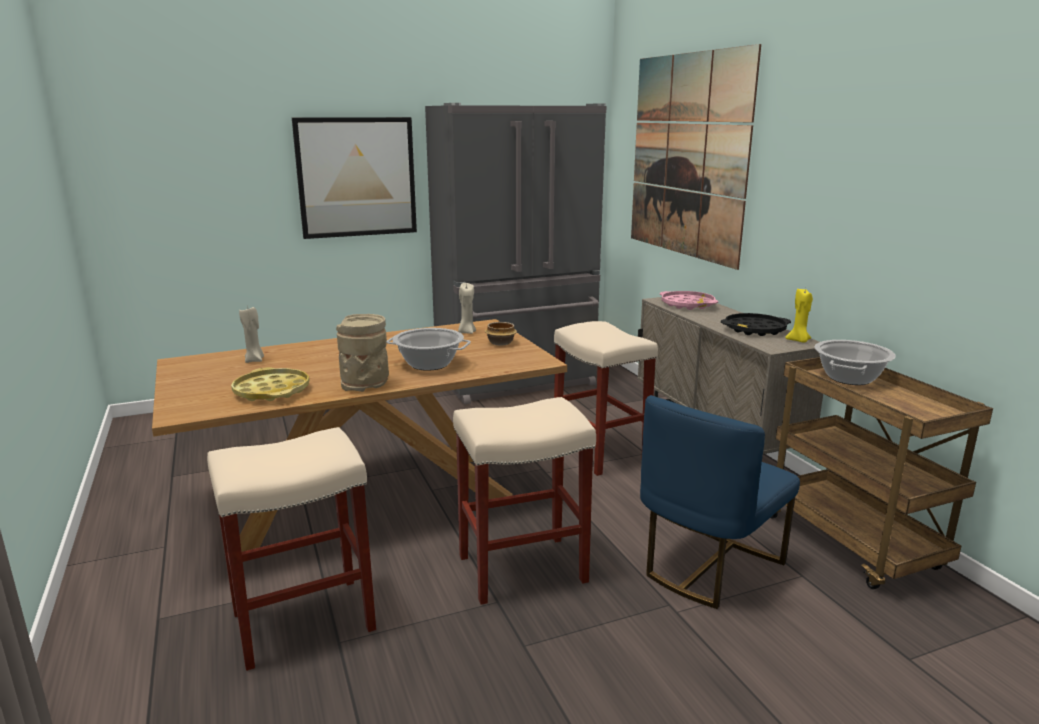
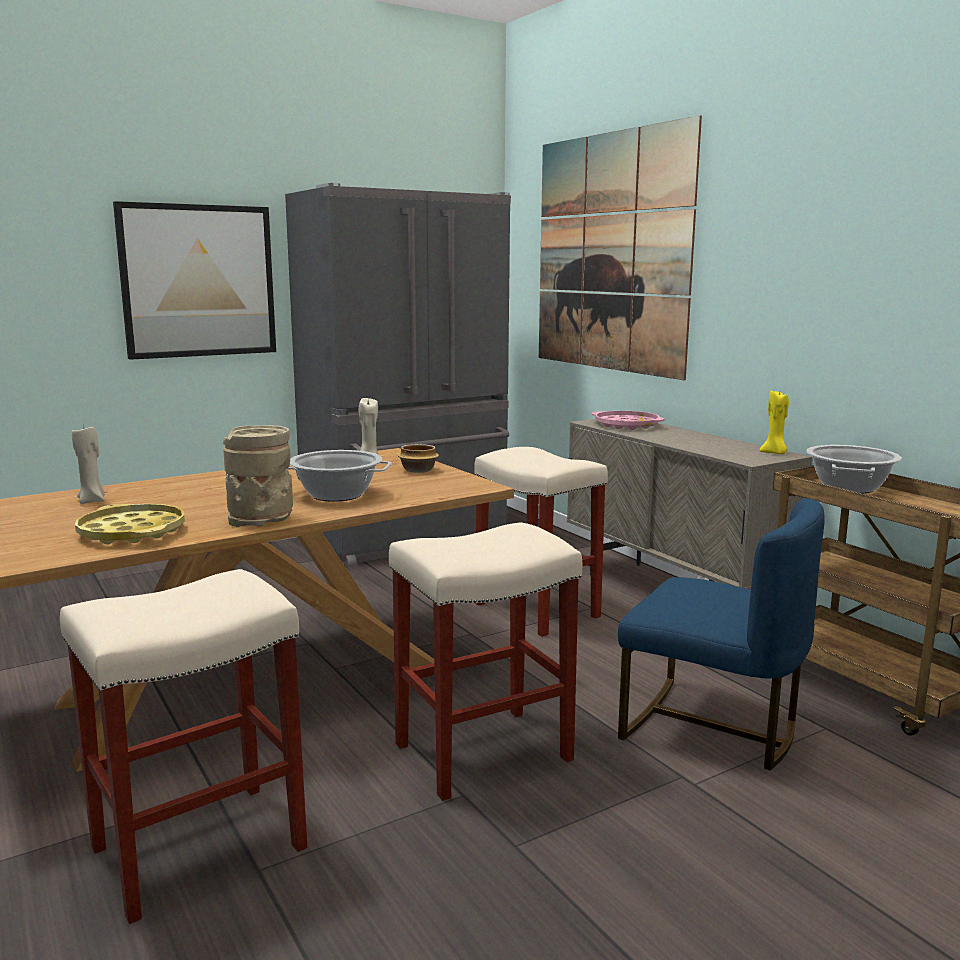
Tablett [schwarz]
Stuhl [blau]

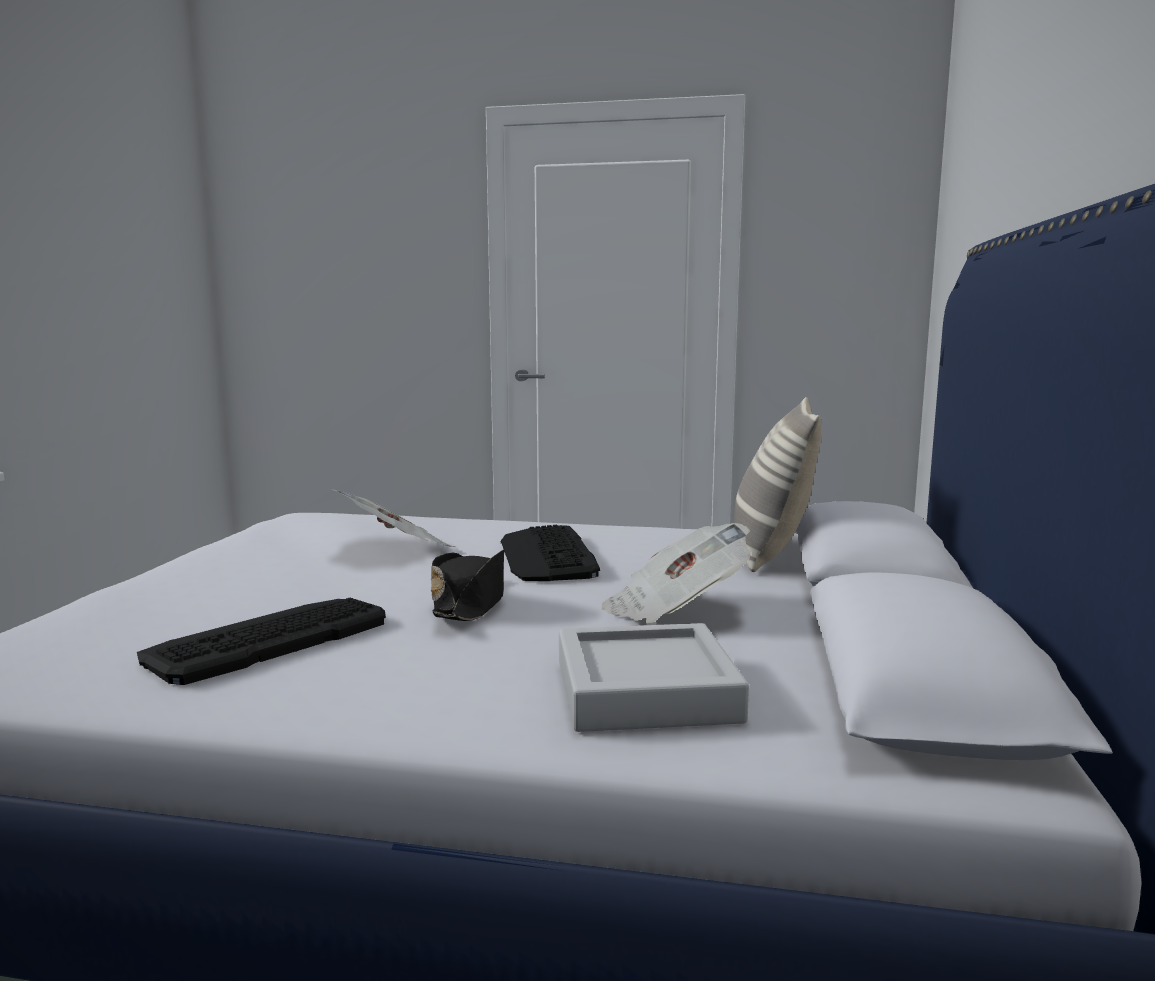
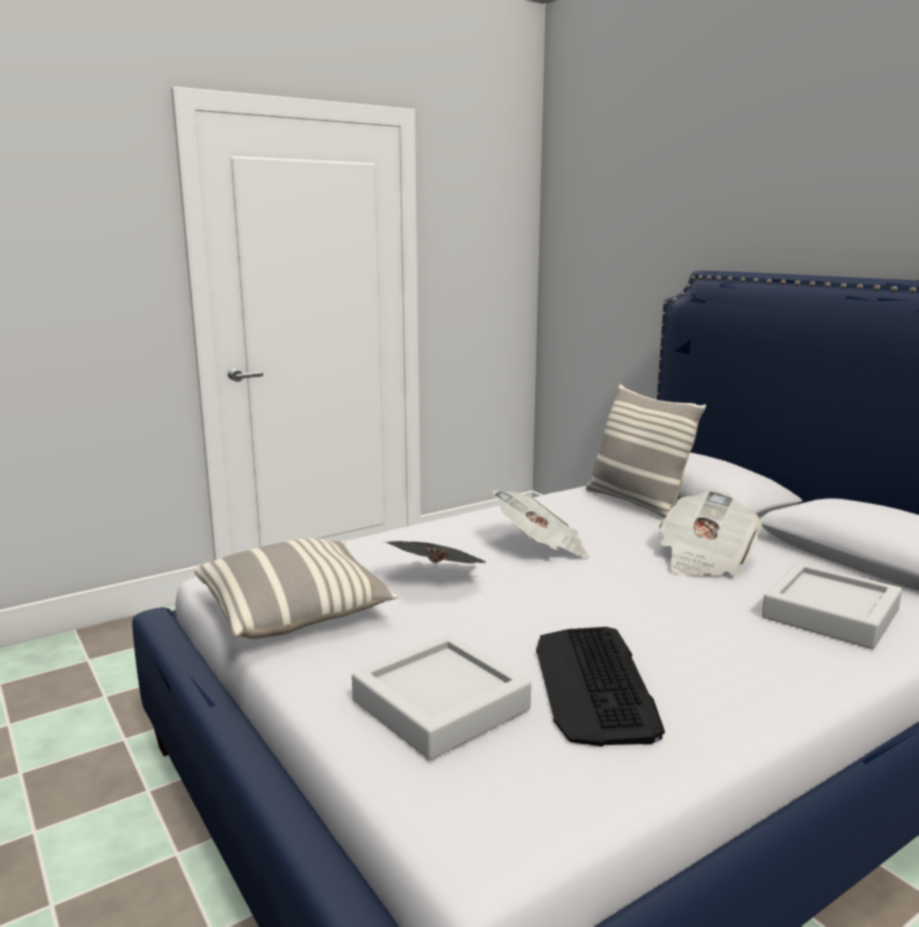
Hut [schwarz]
Kissen (1st from left)
Tablett [grau] (1st from left)
Zeitung (2nd from left)

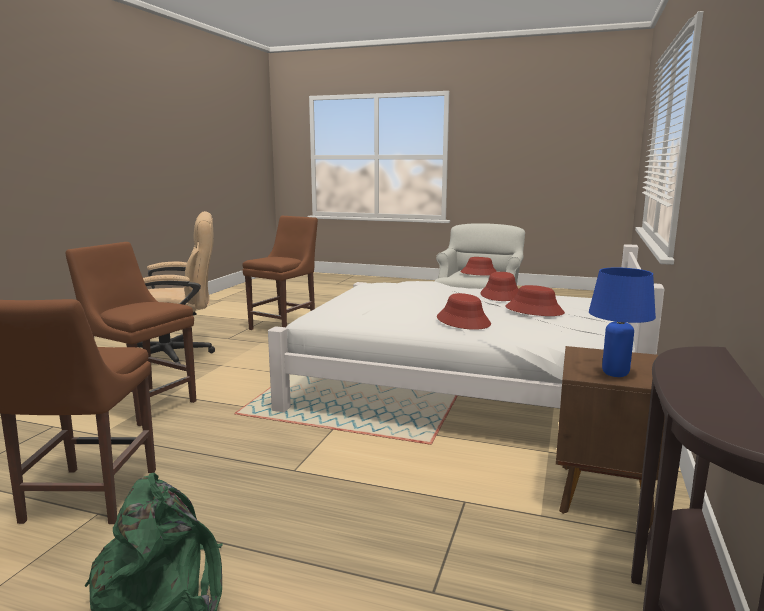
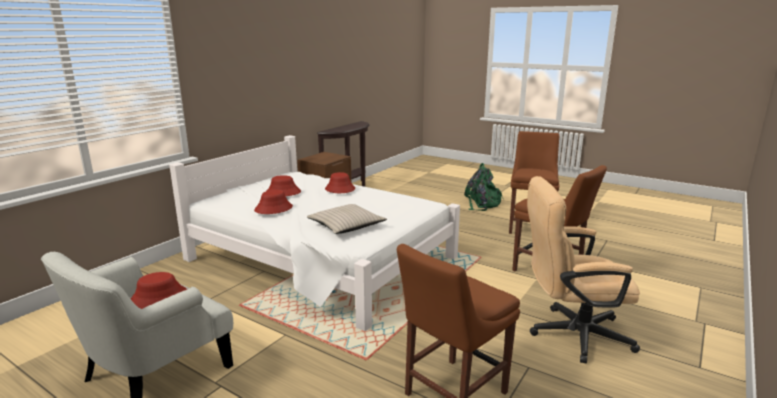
Tischlampe [blau]
Kissen [beige]

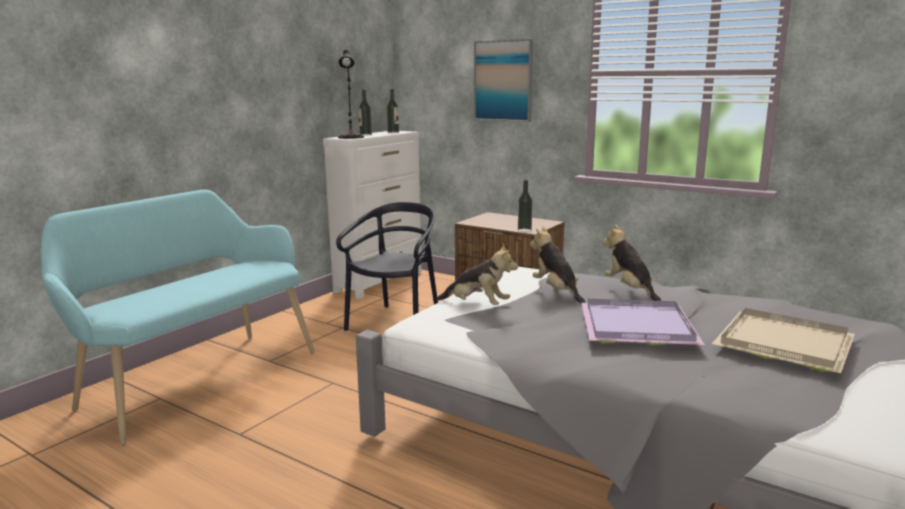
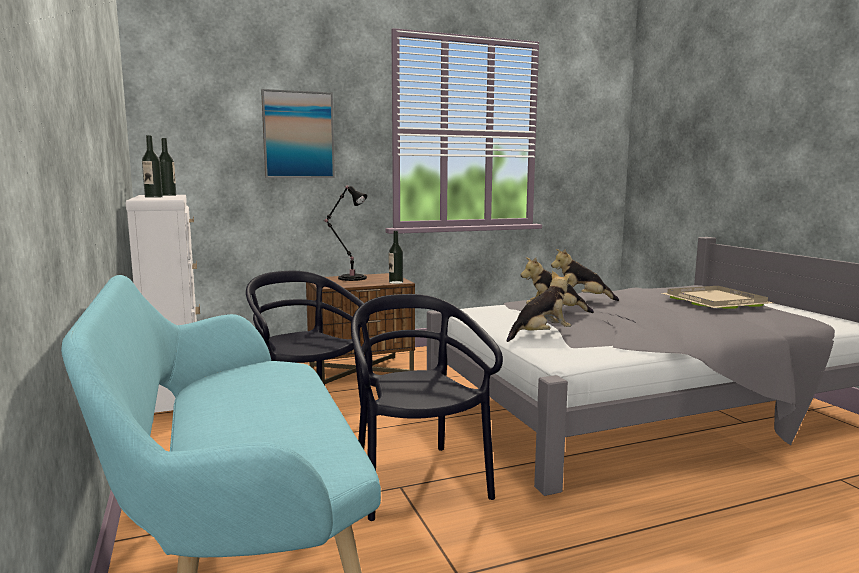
Tablett [lila]
Stuhl [schwarz] (2nd from left)
Tischlampe [schwarz]

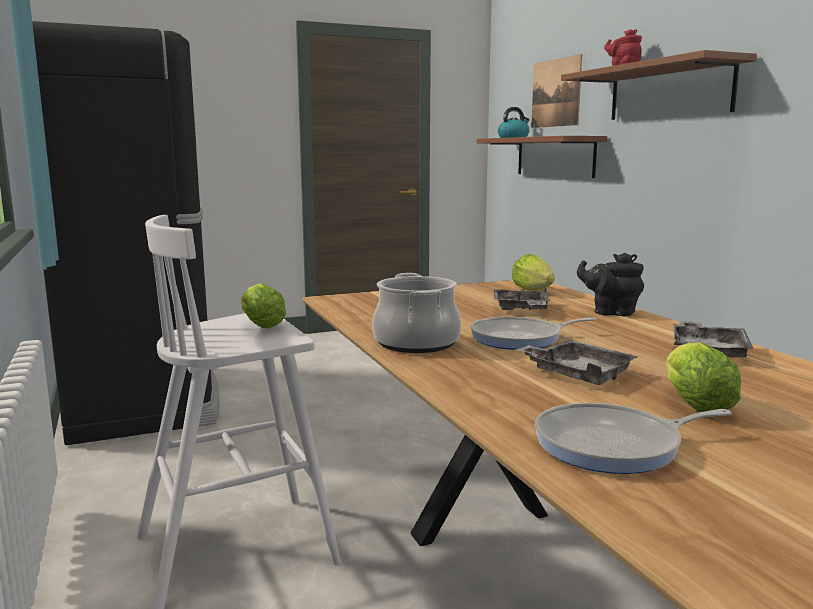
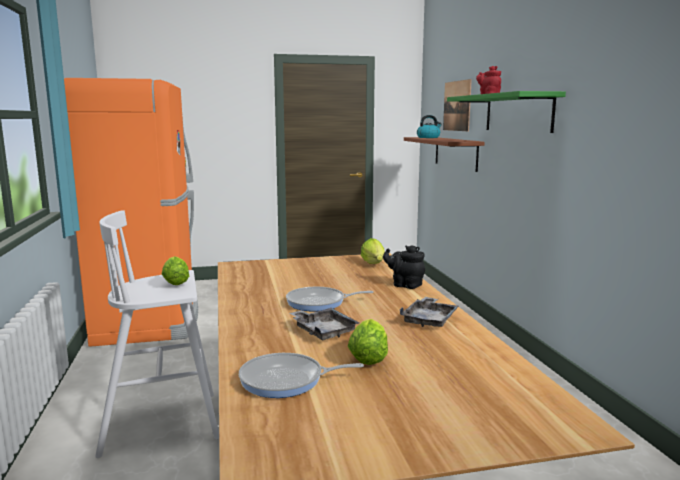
Kochtopf
Tablett [grau] (1st from left in the first image)
Kühlschrank [orange]
Wandregal [grün]

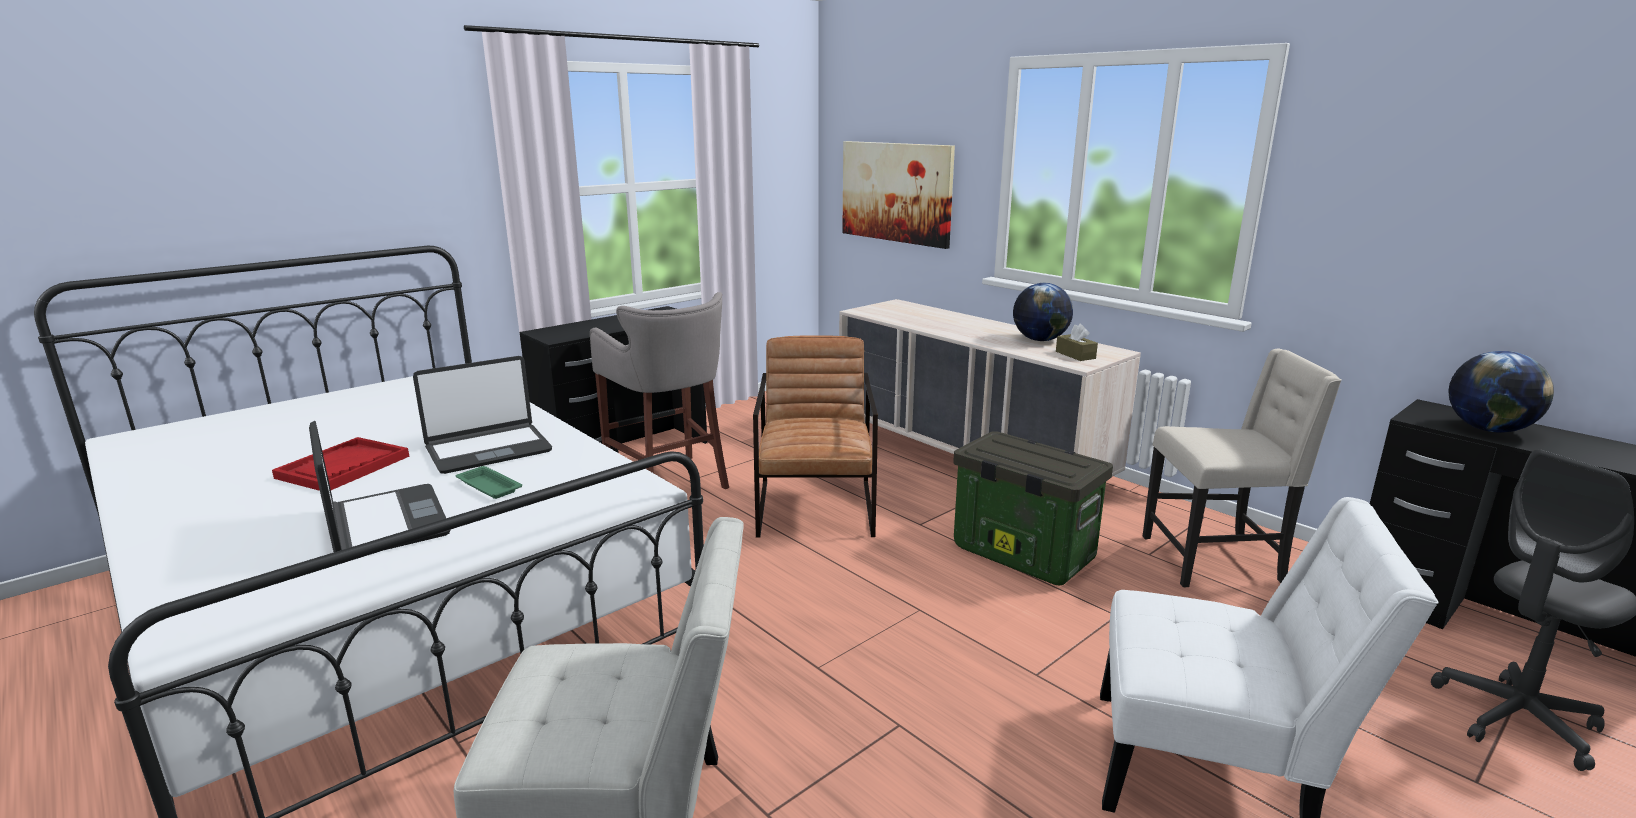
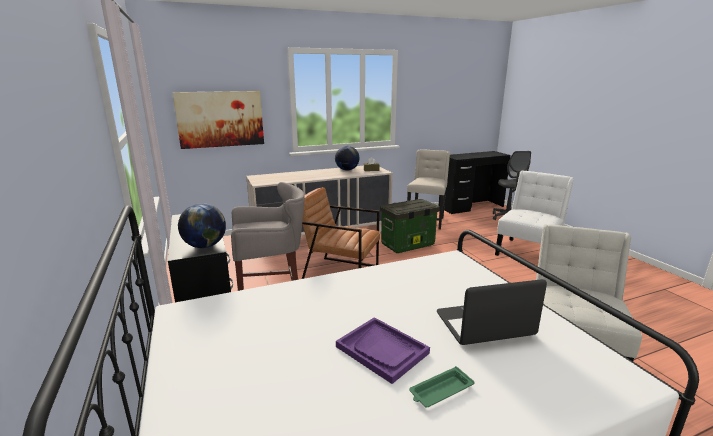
Laptop (2nd from left in the first image)
Tablett [grün]
Globus (1st from left)
Tablett [lila]

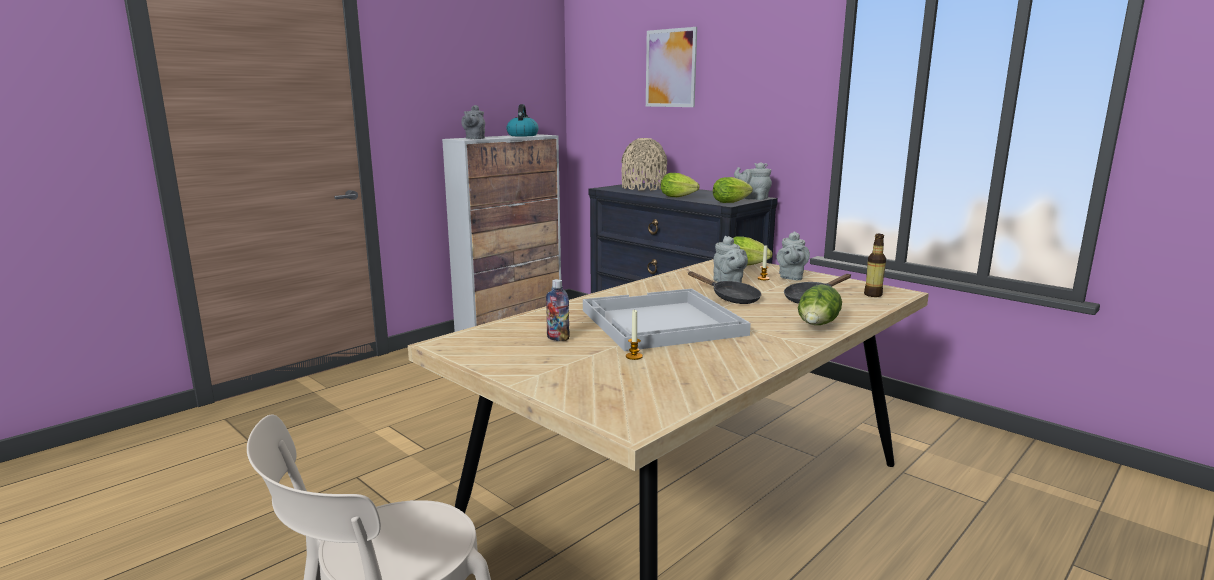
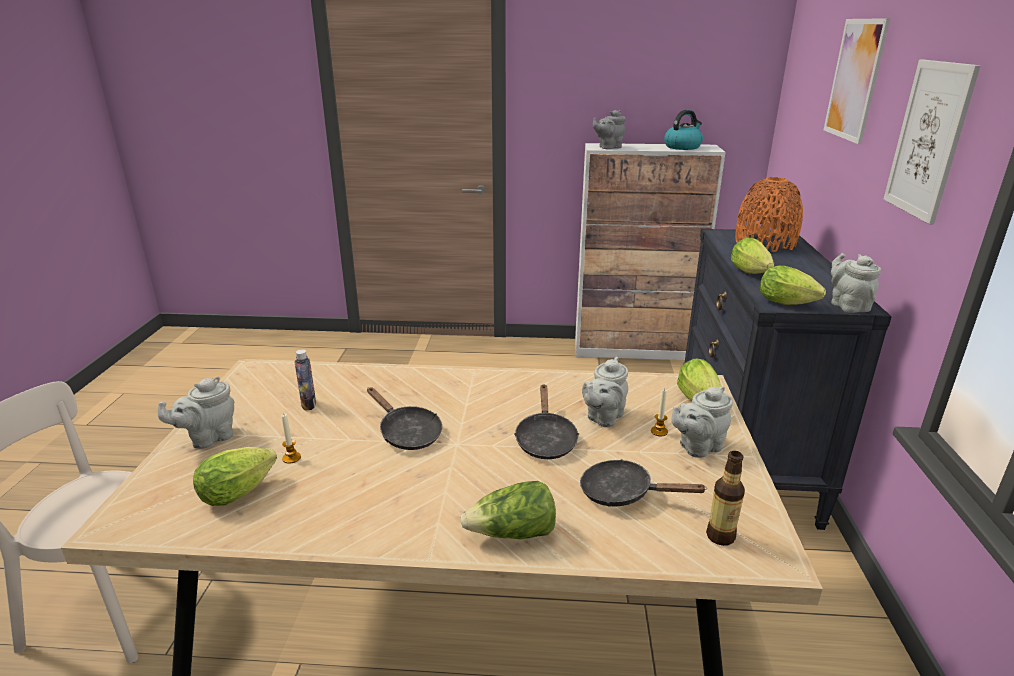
Teekanne [grau] (1st from left)
Salatkopf (1st from left)
Bild (2nd from left)
Pfanne [schwarz] (1st from left)
Vase [orange]

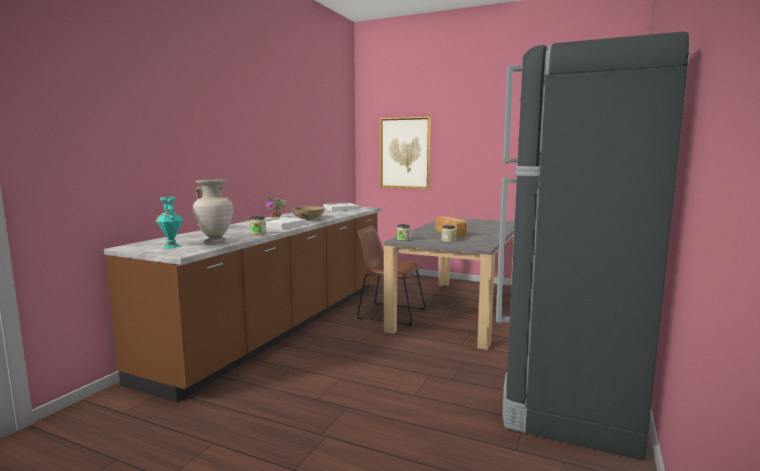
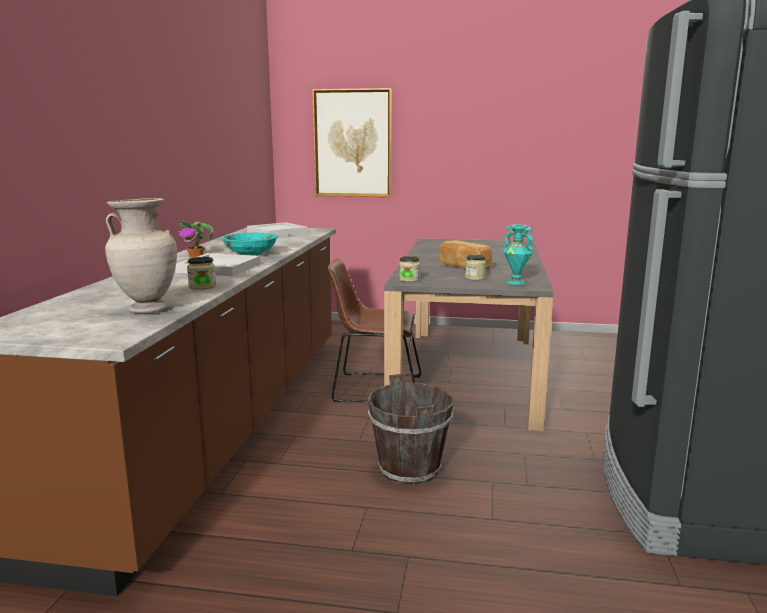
Eimer [braun]
Vase [türkis]
Schüssel [türkis]

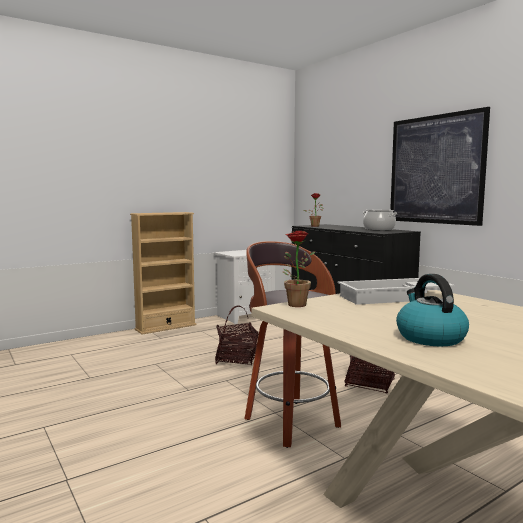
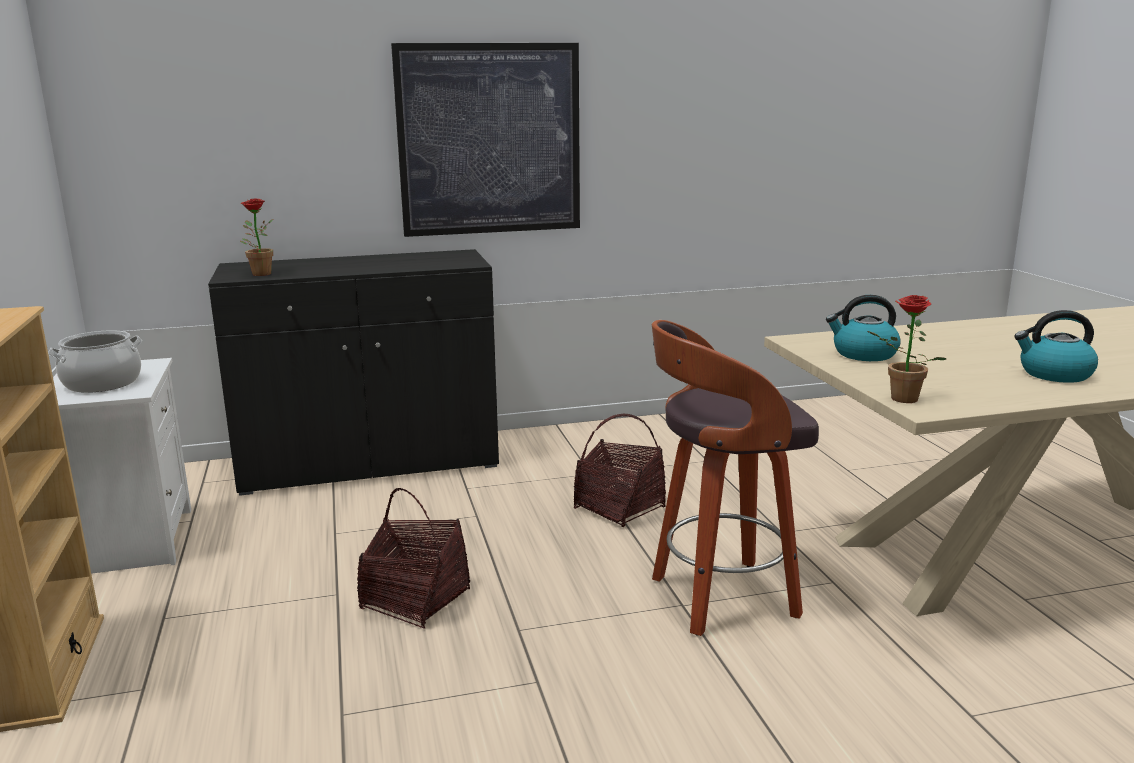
Kochtopf
Wasserkessel (1st from left)

